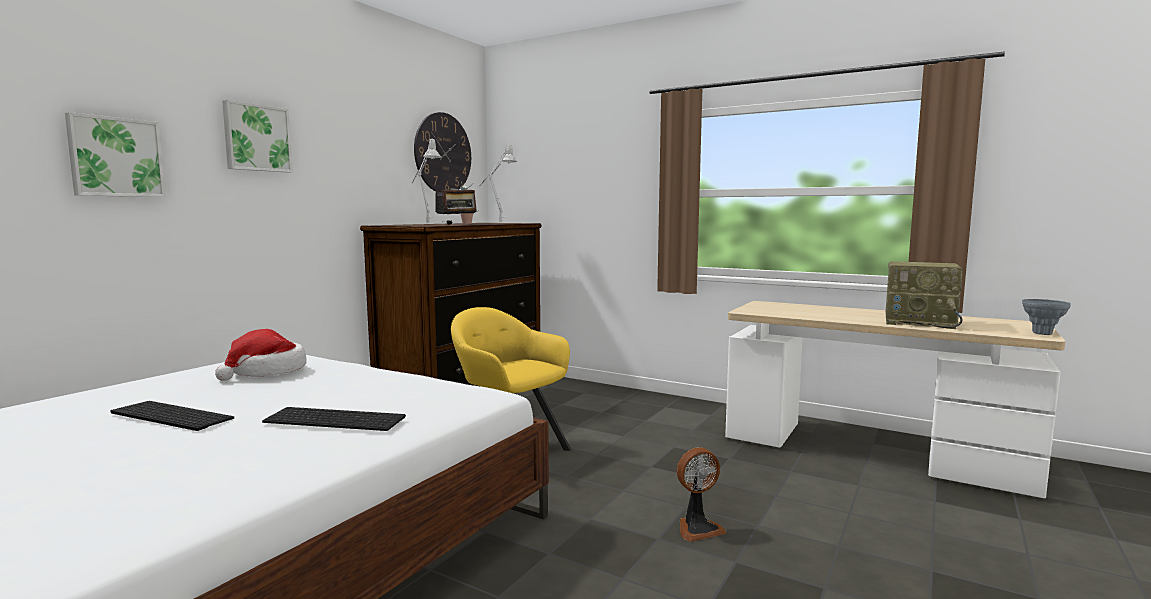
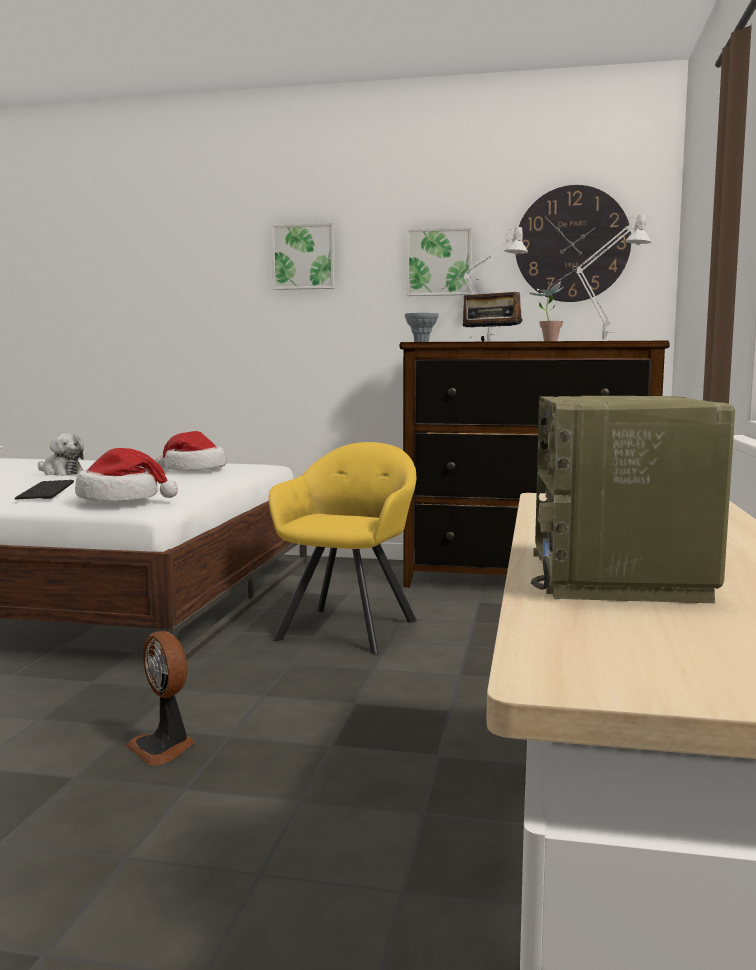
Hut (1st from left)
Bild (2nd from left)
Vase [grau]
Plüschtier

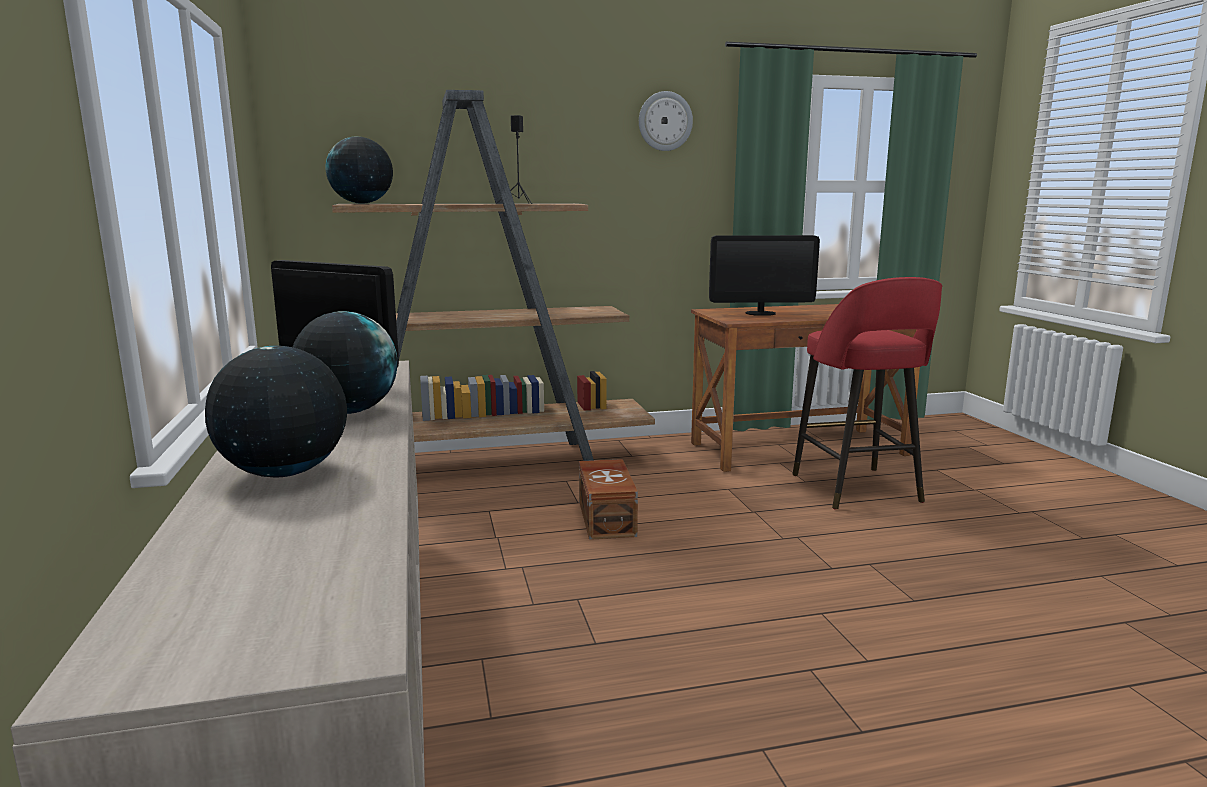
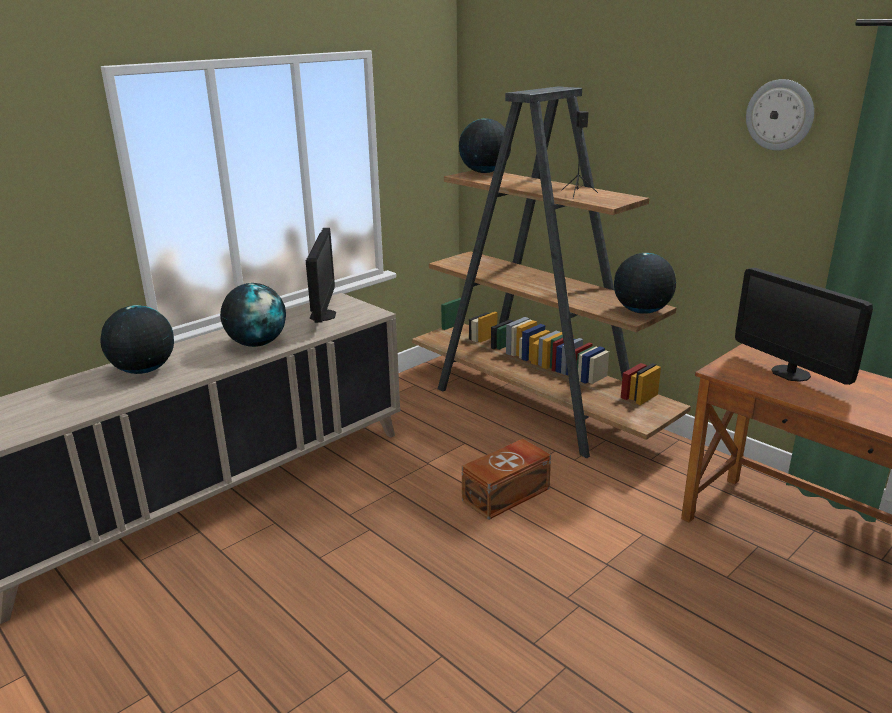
Hocker [rot]
Globus (4th from left)

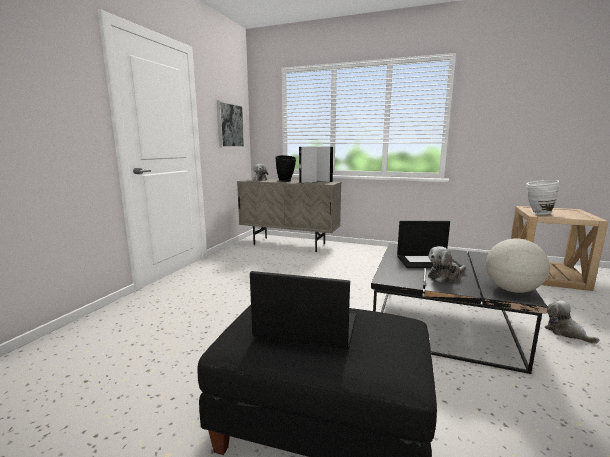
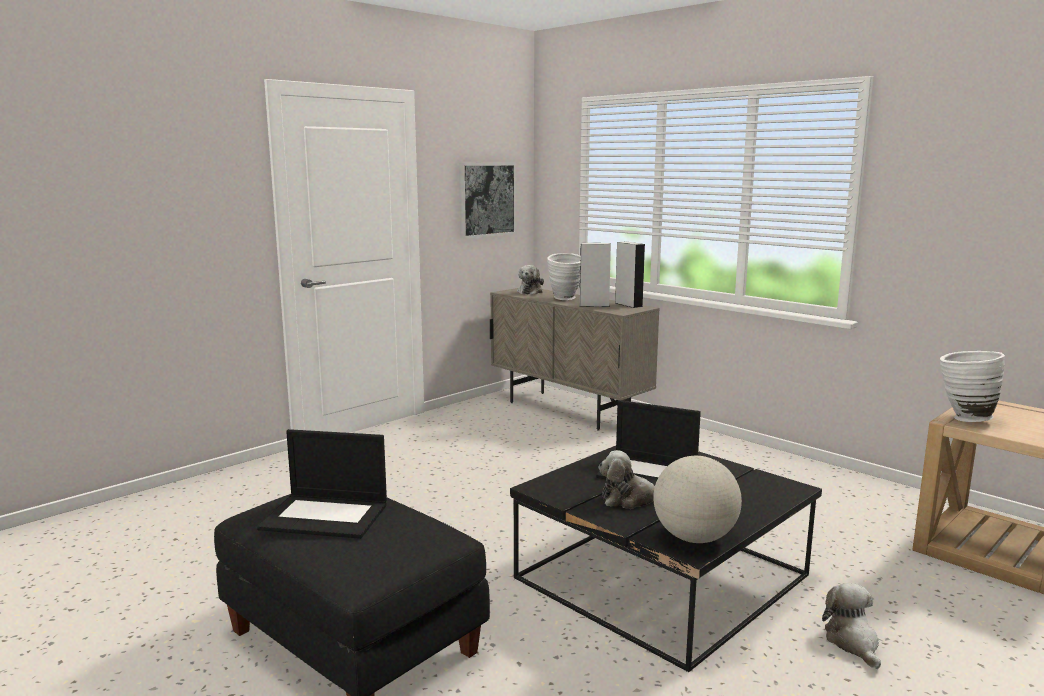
Vase [weiß] (1st from left)
Laptop (1st from left)

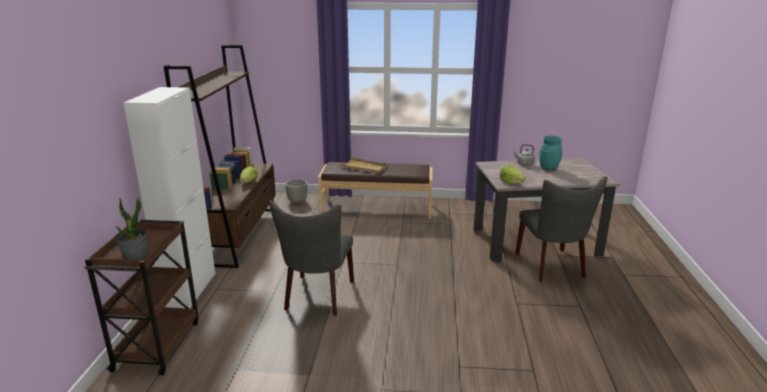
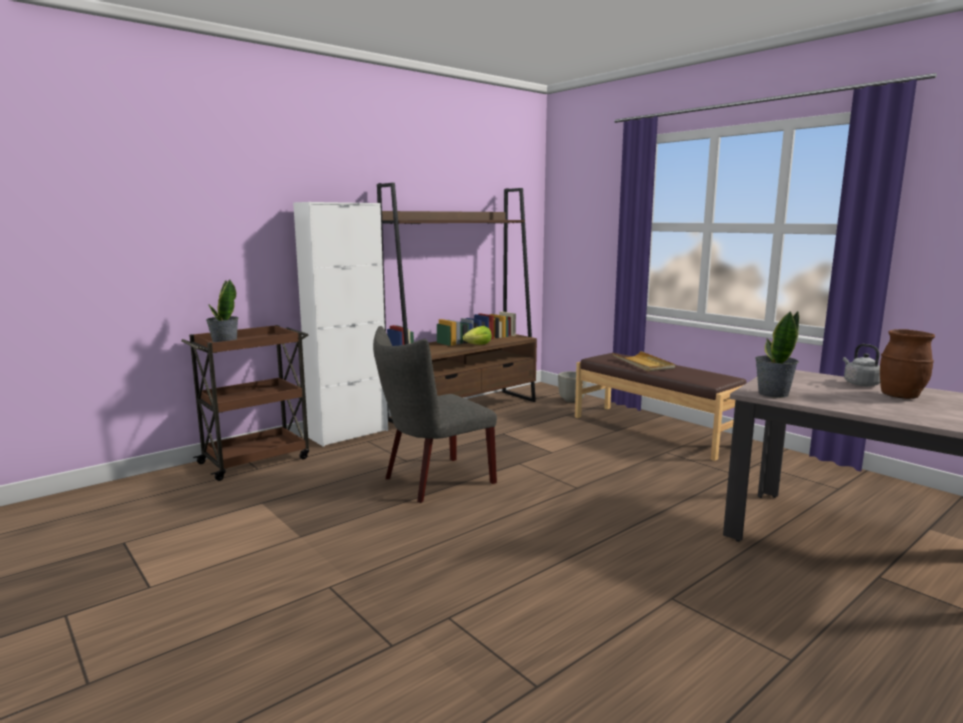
Stuhl [grau] (2nd from left in the first image)
Topfpflanze (2nd from left)
Vase [braun]

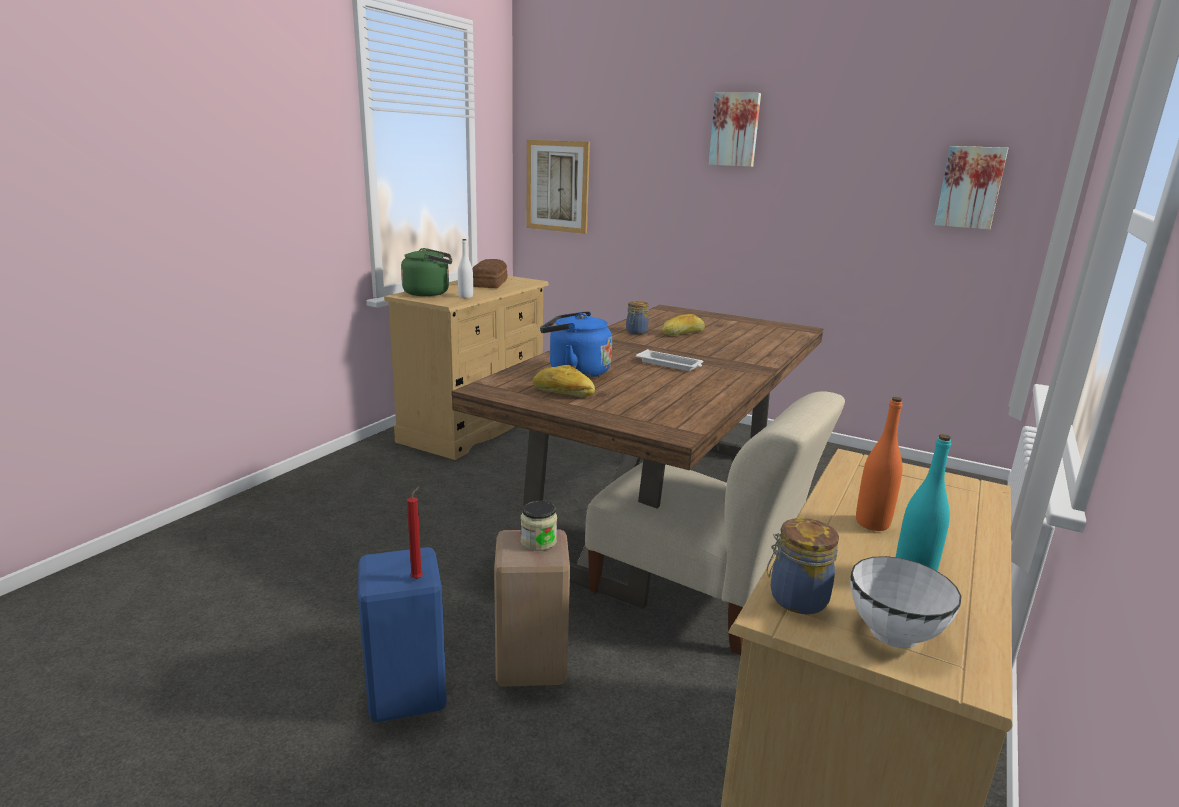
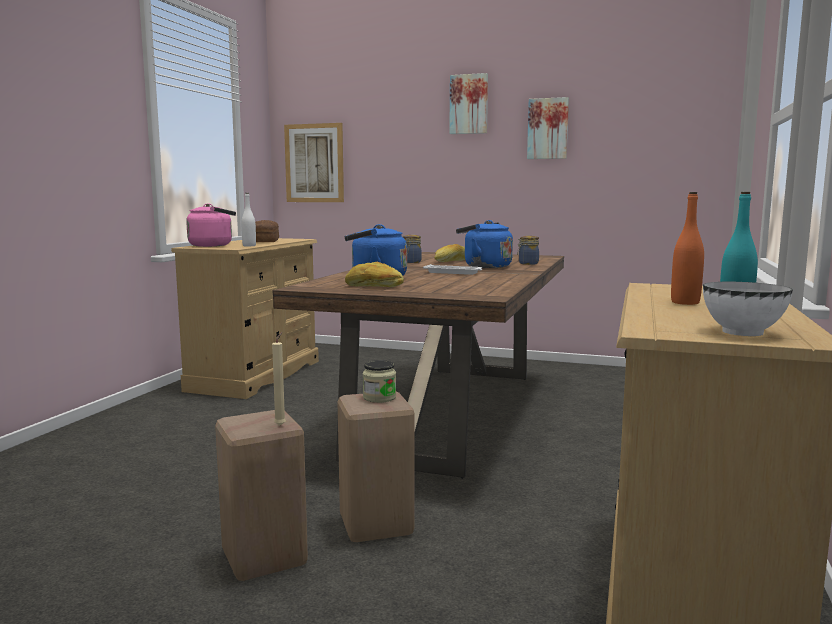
Stuhl [beige]
Wasserkessel [blau] (2nd from left)
Vorratsglas (3rd from left)
Bild (3rd from left)
Hocker [beige] (1st from left)
Wasserkessel [rosa]
Kerze [beige]

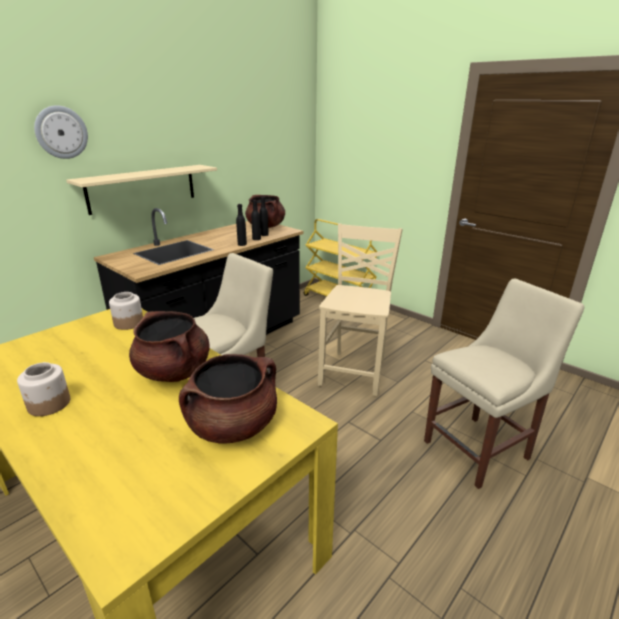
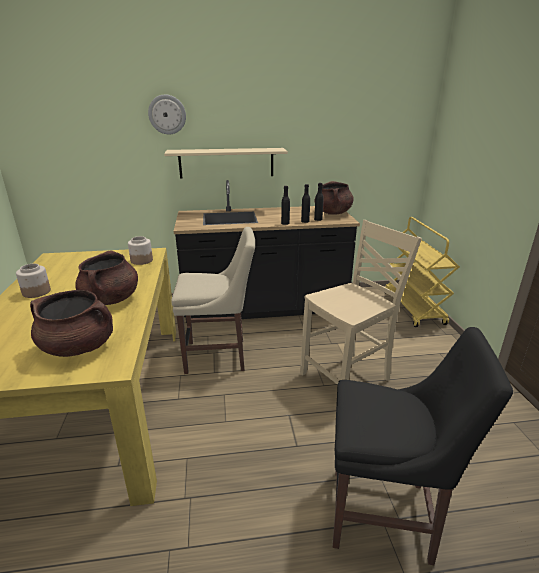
Stuhl [schwarz]

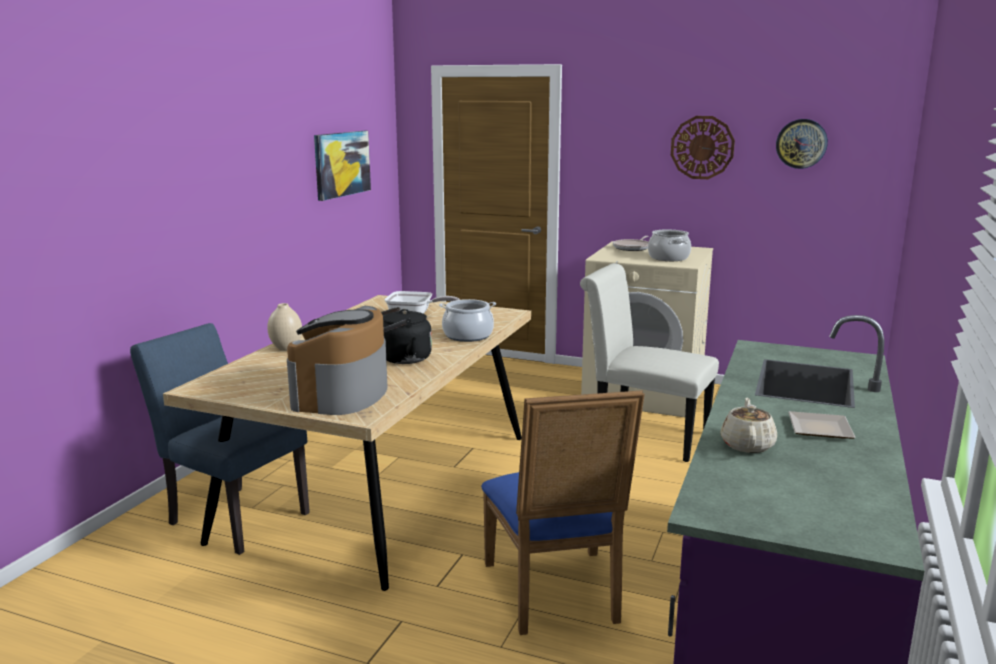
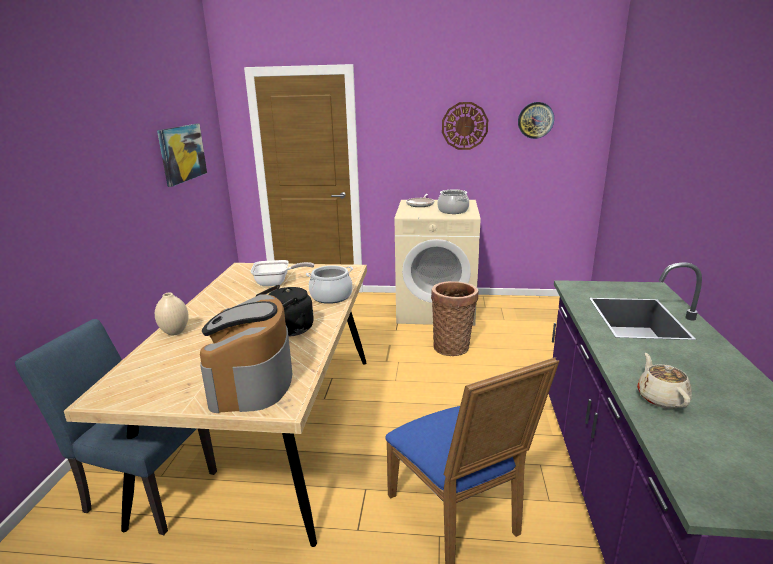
Teller
Korb

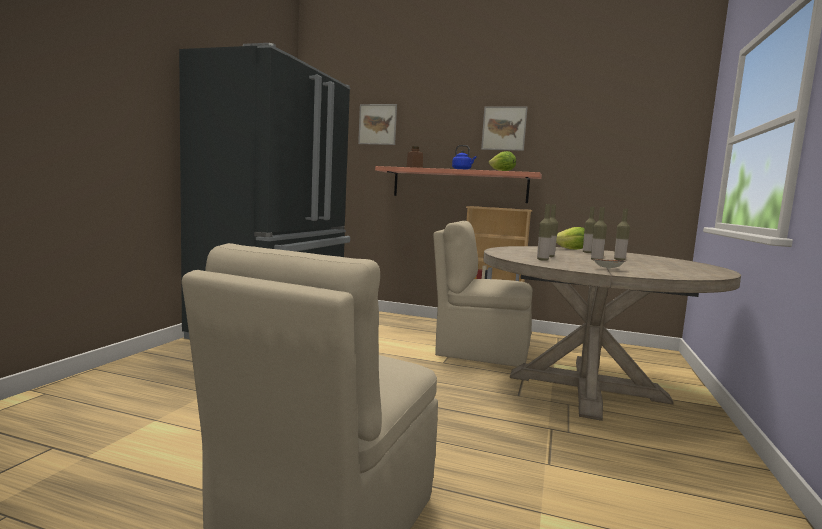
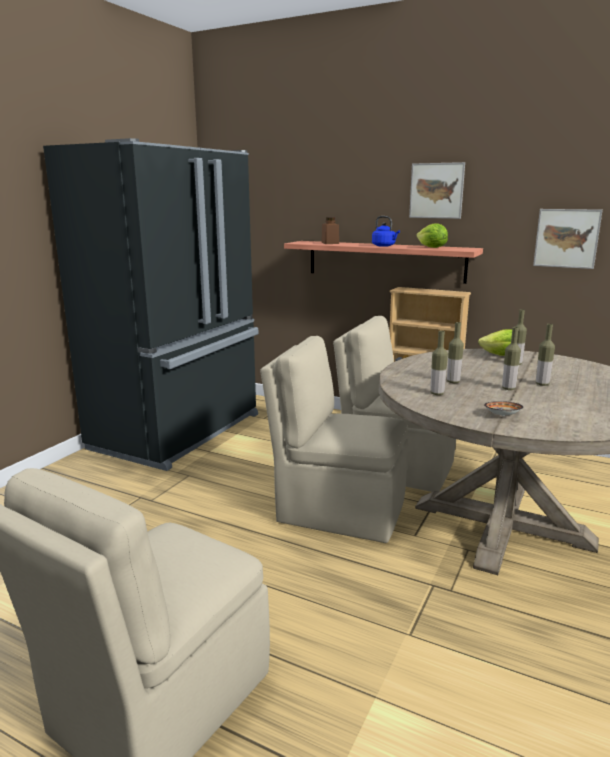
Stuhl [beige] (2nd from left)
Bild (2nd from left)

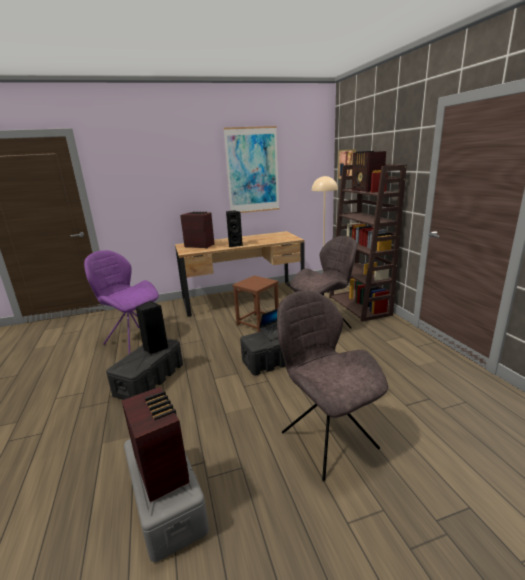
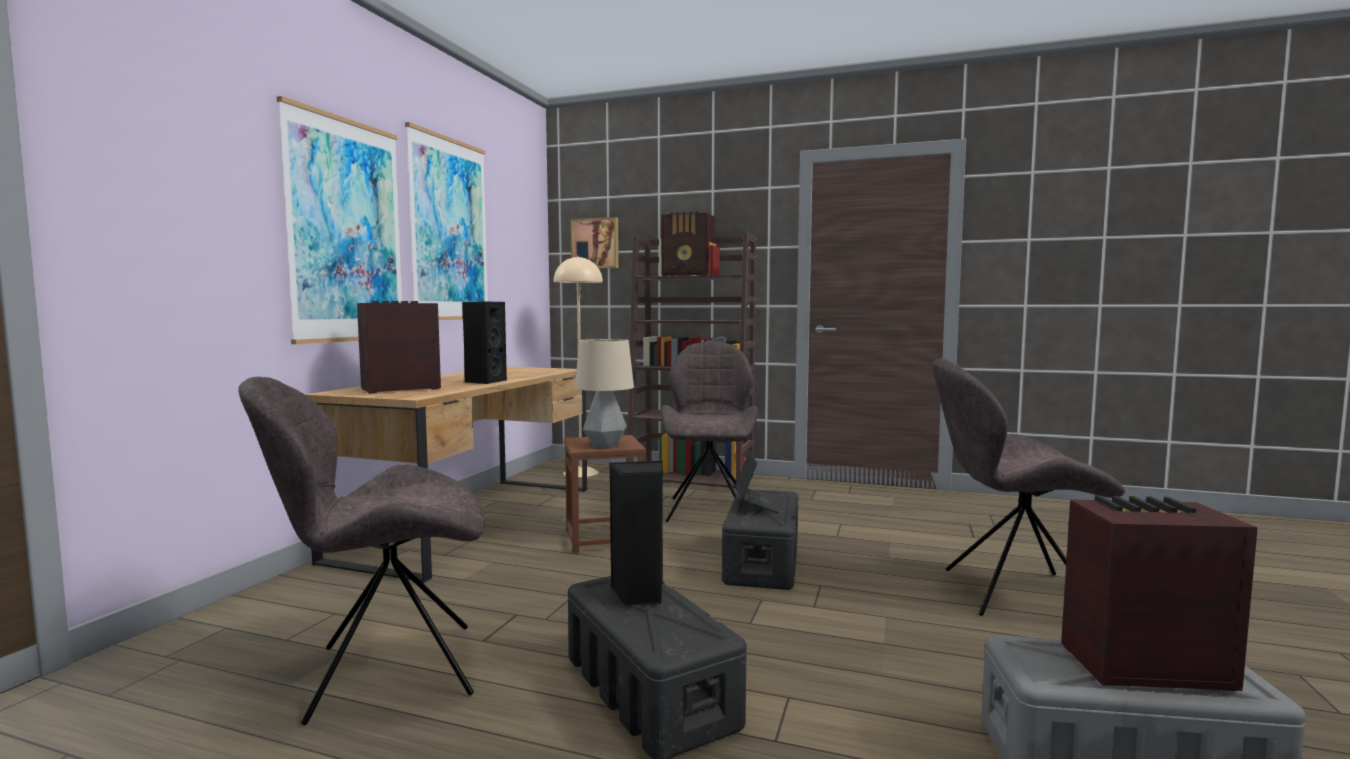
Bild (1st from left)
Tischlampe
Stuhl [grau] (1st from left)

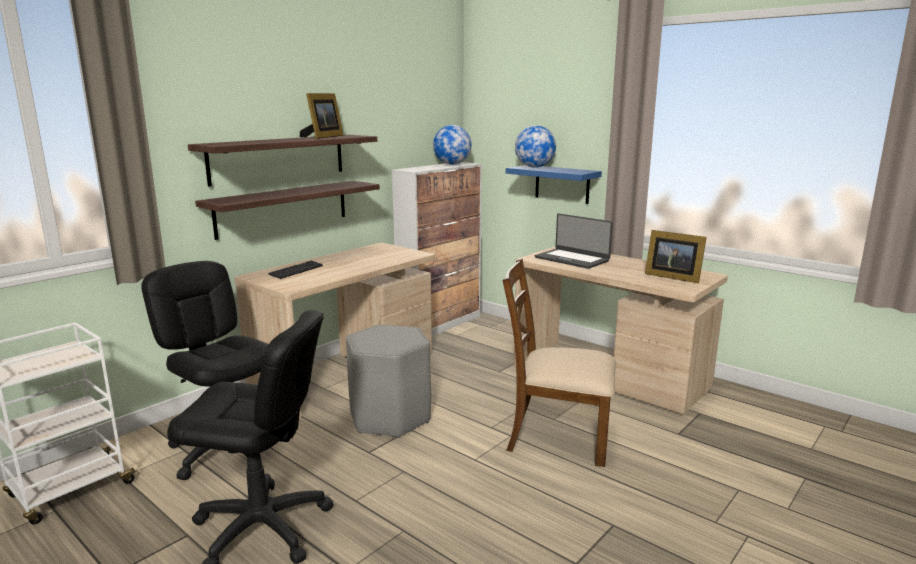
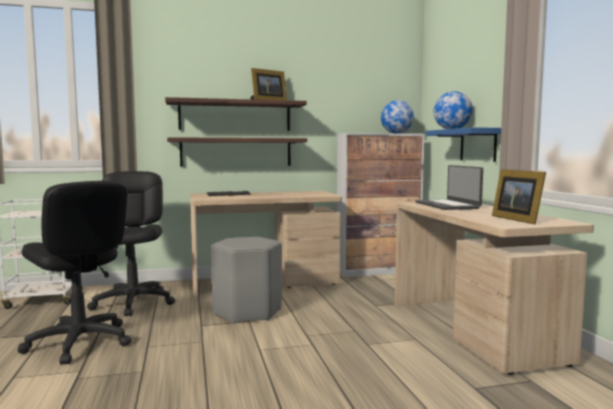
Stuhl [braun]

